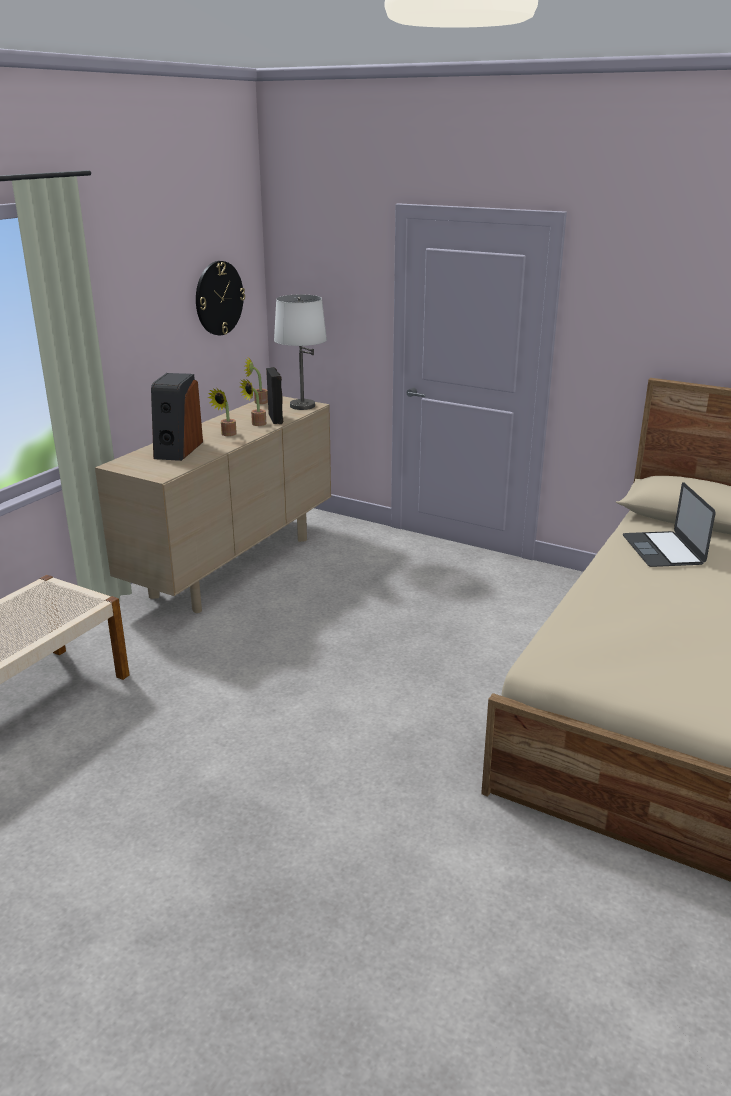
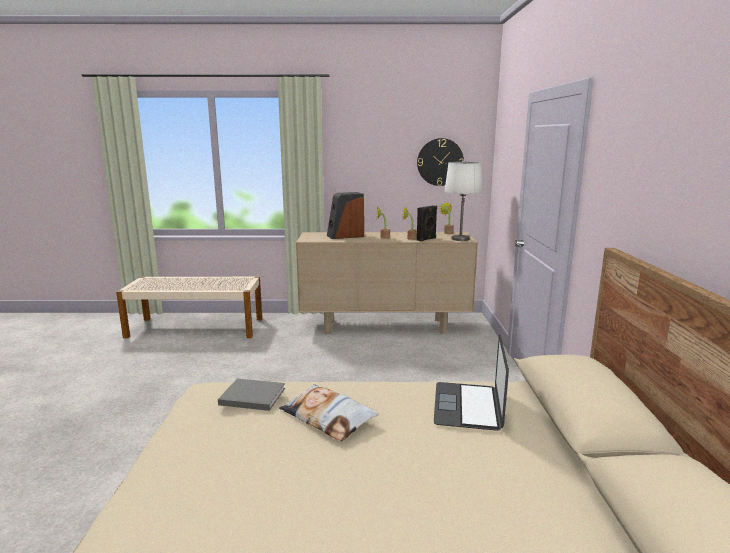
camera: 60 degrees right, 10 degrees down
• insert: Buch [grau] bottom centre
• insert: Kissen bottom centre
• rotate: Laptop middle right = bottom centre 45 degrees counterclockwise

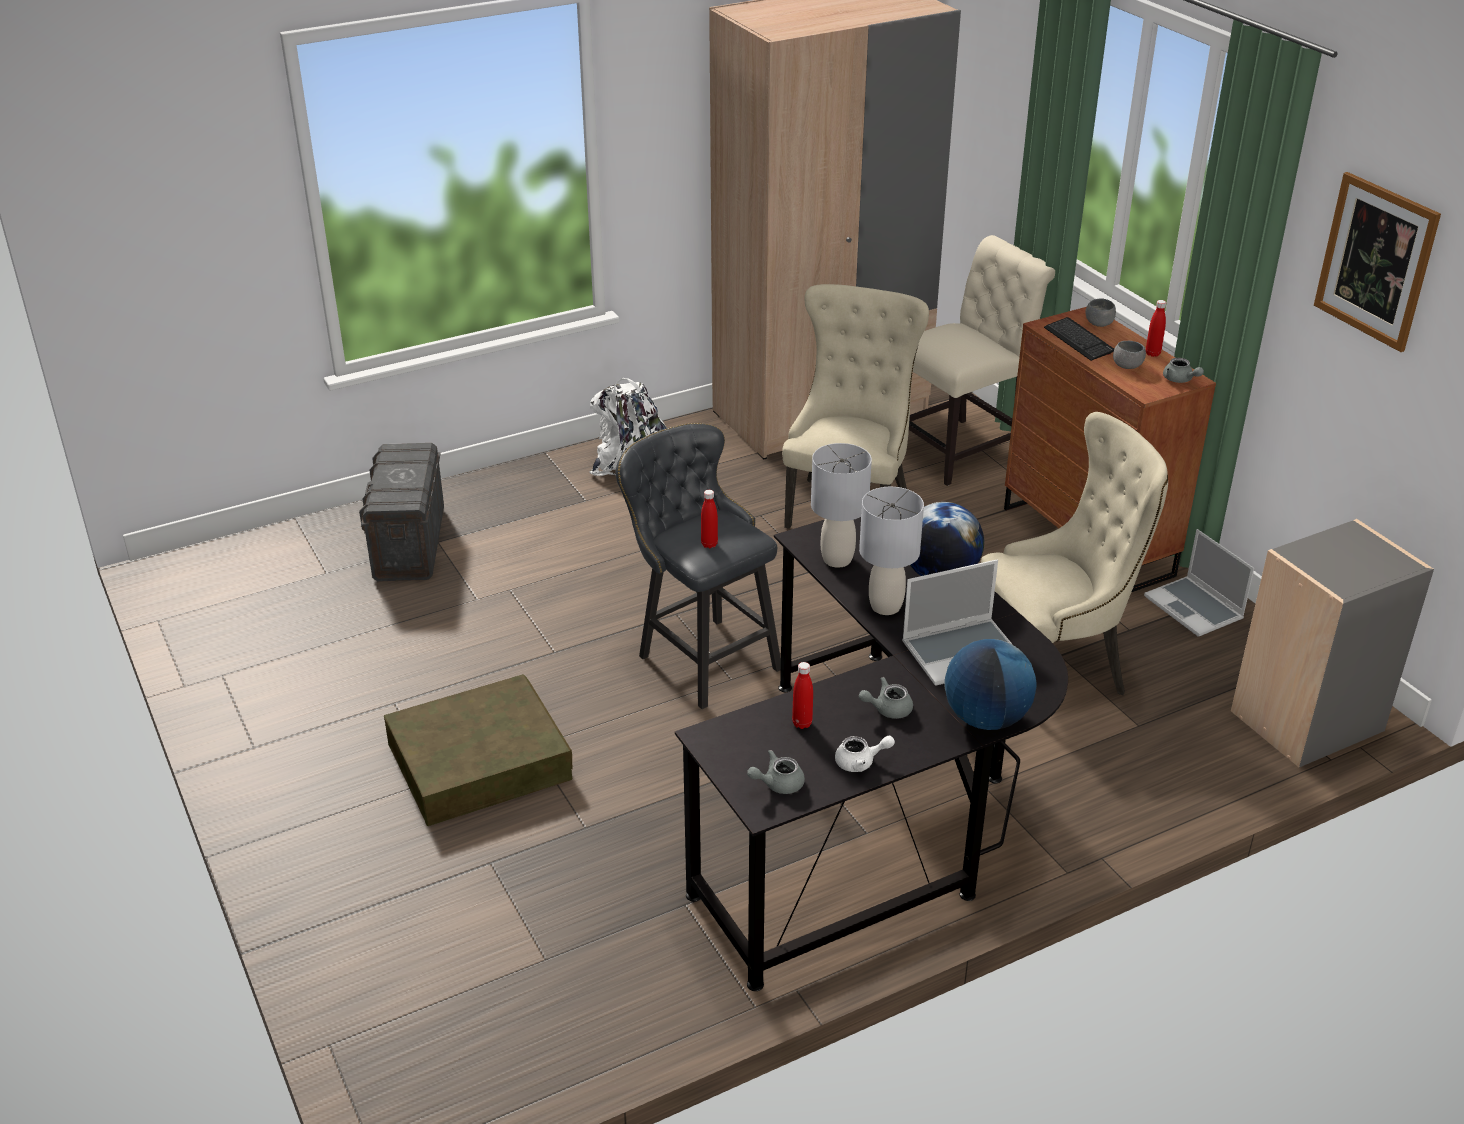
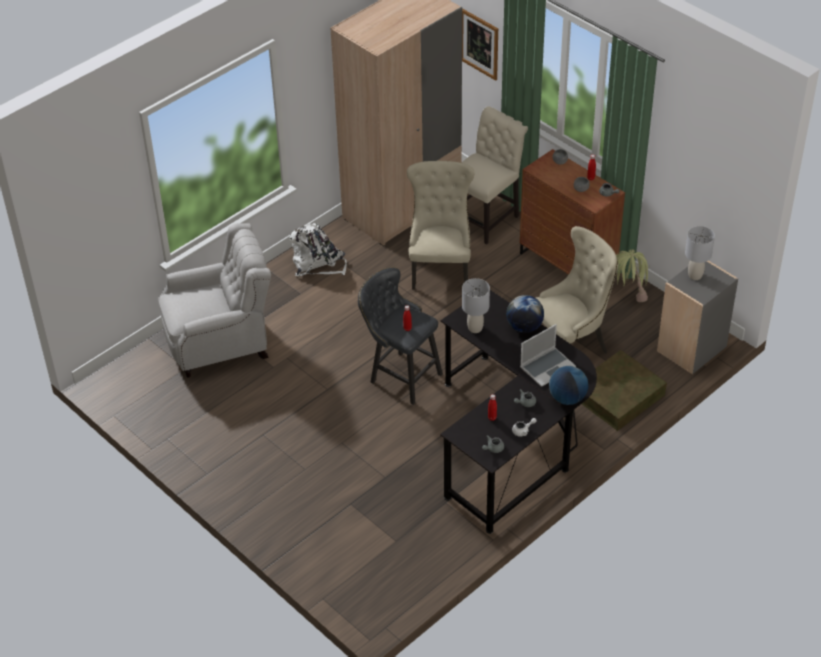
camera: 15 degrees left, 10 degrees up
• replace: Aufbewahrungsbox [grau] middle left to Sessel [weiß] middle left
• move: Bild top right to top centre
• move: Aufbewahrungsbox [braun] bottom left to middle right
• replace: Laptop (2nd from left) middle right to Topfpflanze middle right
• move: Tischlampe [grau] (2nd from left) centre to middle right
• delete: Tastatur top right

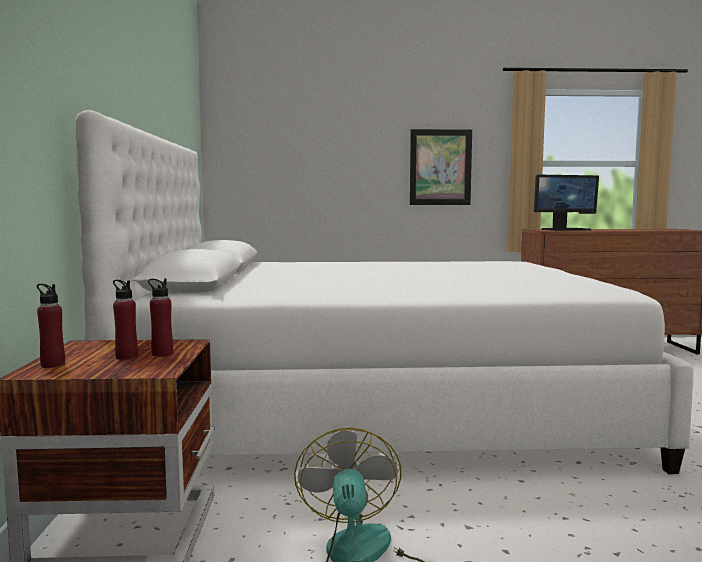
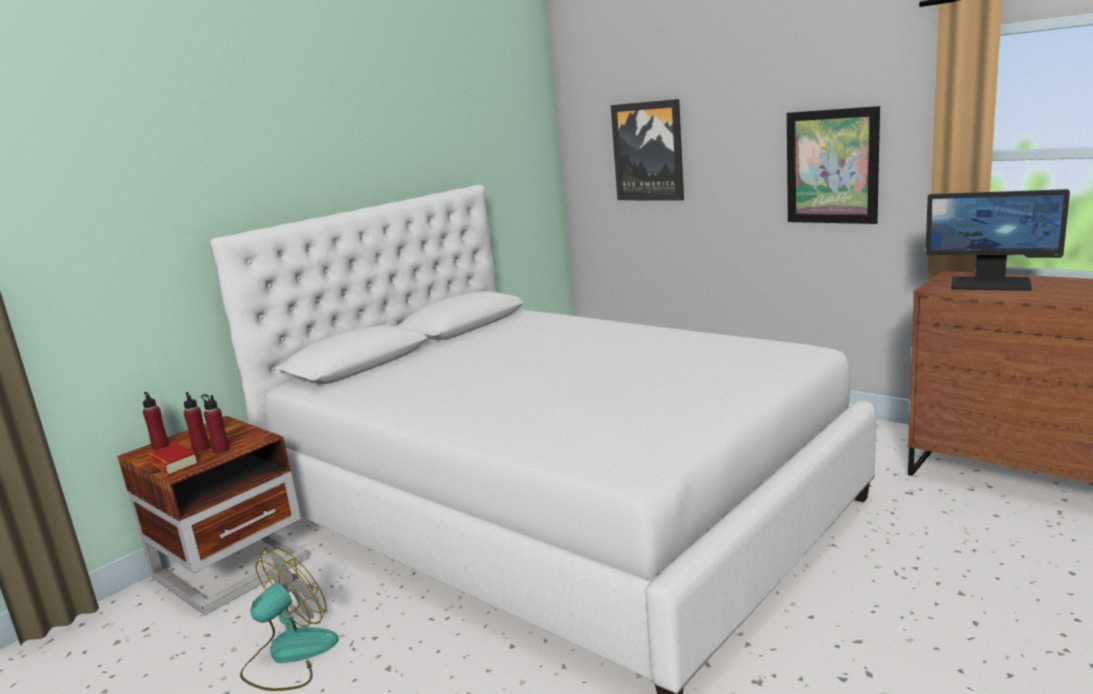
camera: 45 degrees right, 10 degrees up
• insert: Buch middle left
• insert: Bild (1st from left) top centre

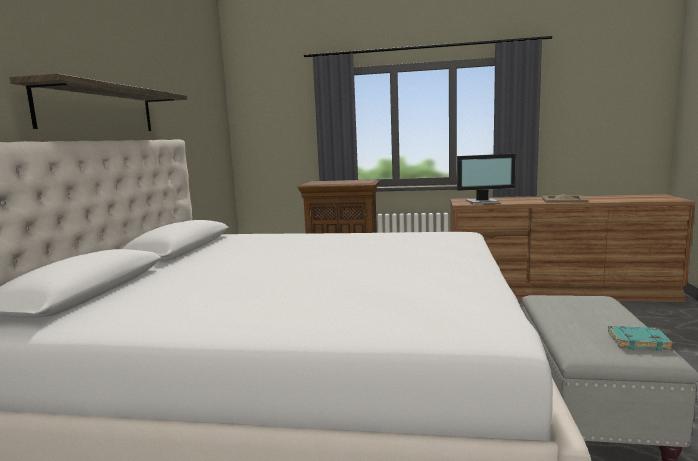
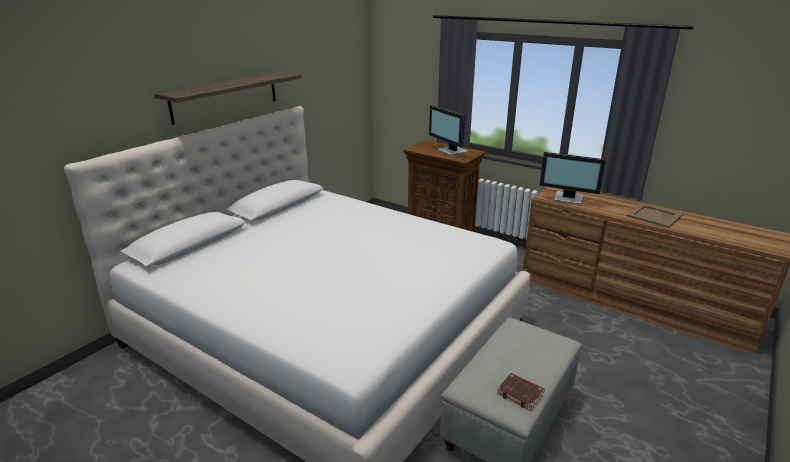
camera: 25 degrees right, 15 degrees up
• insert: Monitor (1st from left) top centre
• recolor: Buch [türkis] bottom right to Buch [braun] bottom centre

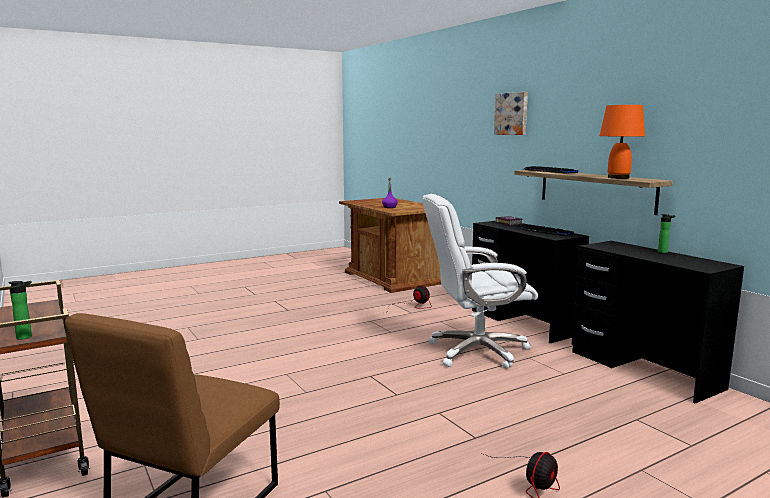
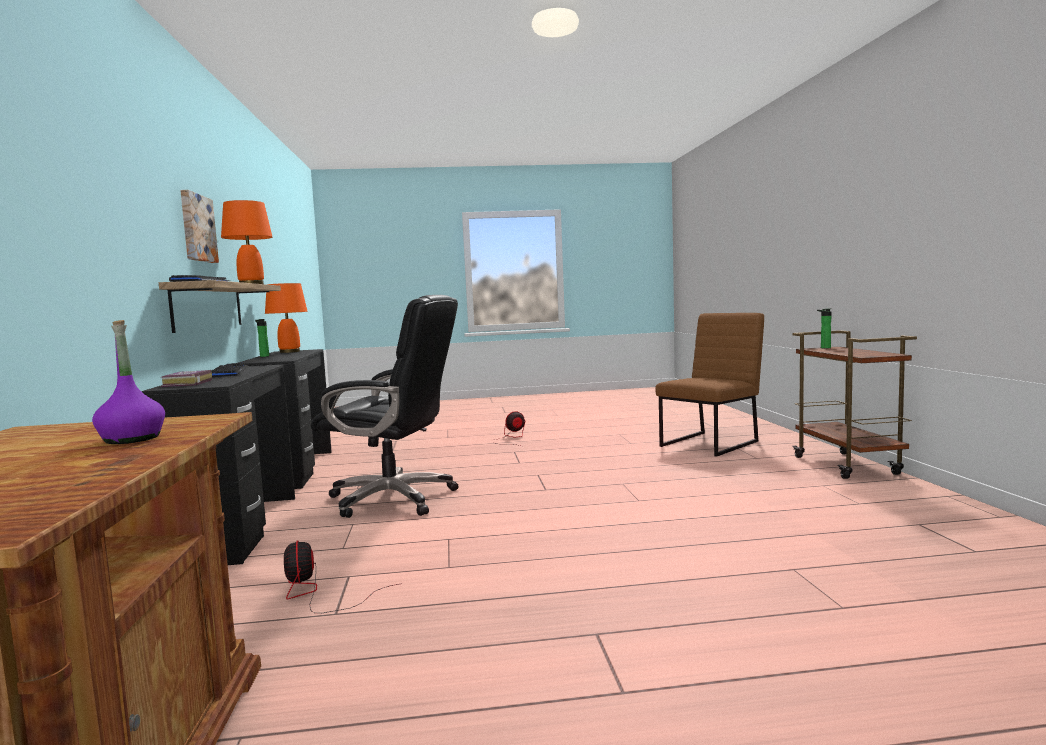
camera: 155 degrees left, 5 degrees down
• move: Bild top centre to top left
• insert: Tischlampe [orange] (2nd from left) middle left
• recolor: Bürostuhl [weiß] centre to Bürostuhl [schwarz] centre

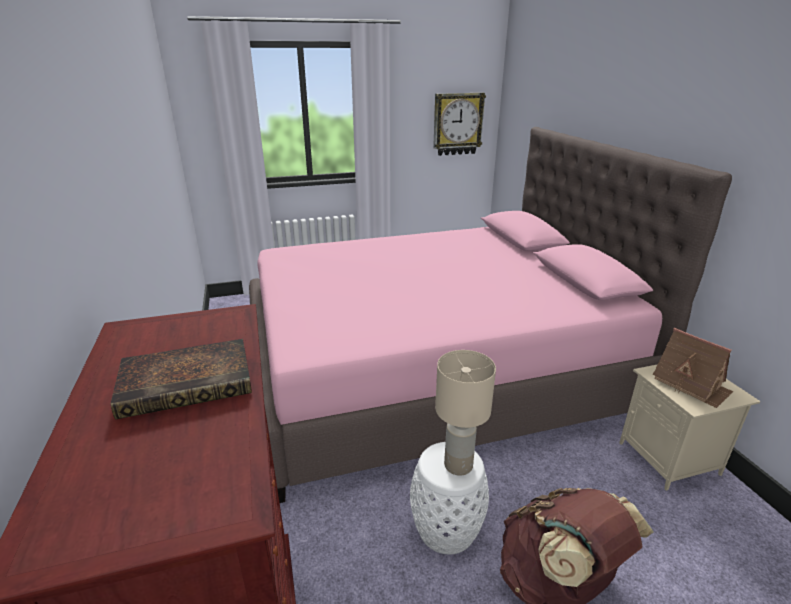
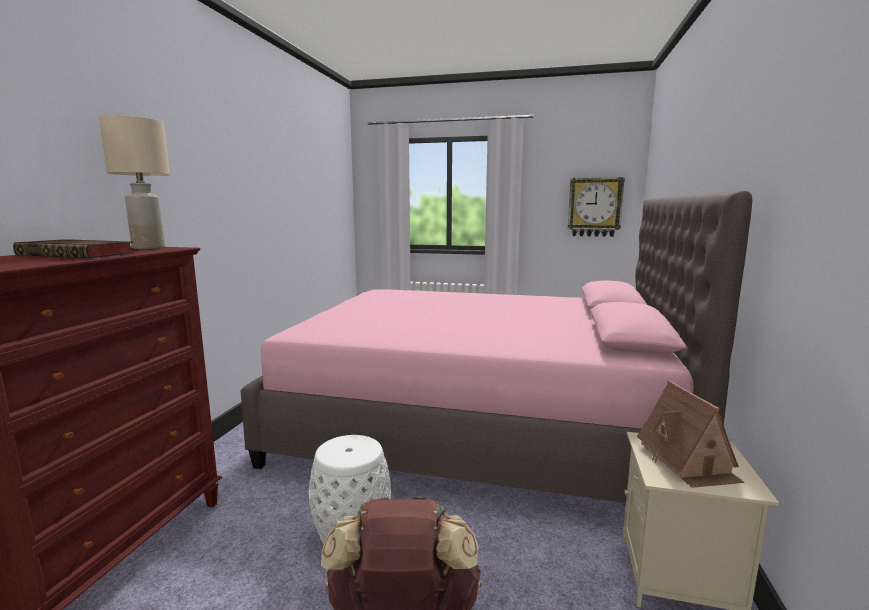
camera: 30 degrees right, 15 degrees down
• move: Tischlampe [beige] bottom centre to top left

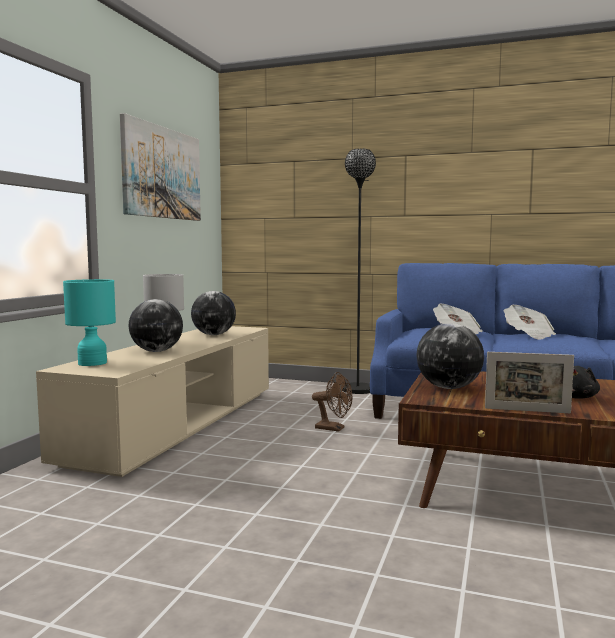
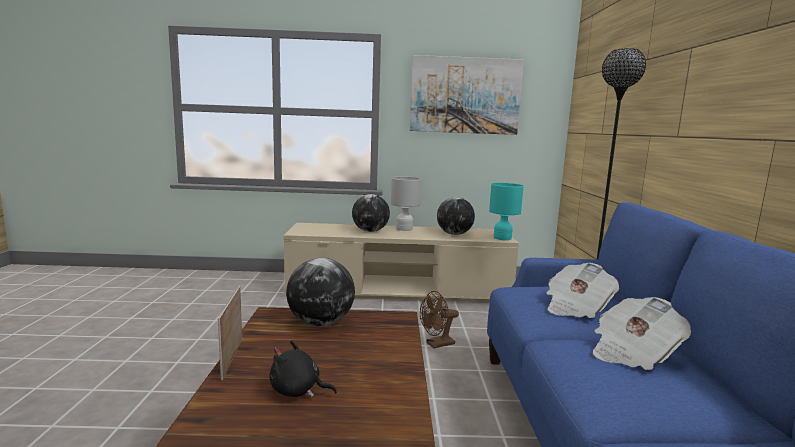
camera: 70 degrees right, 5 degrees up
• rotate: Ventilator [braun] centre = bottom centre 60 degrees clockwise
• move: Tischlampe [türkis] middle left to centre

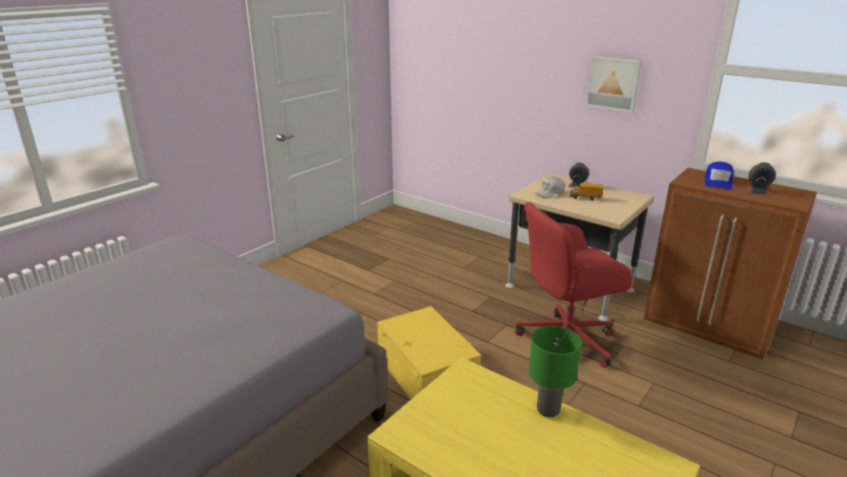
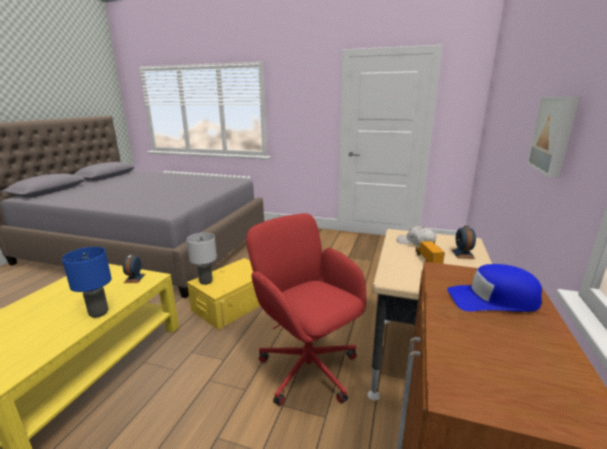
camera: 70 degrees right, 5 degrees down
• recolor: Tischlampe [grün] bottom centre to Tischlampe [blau] middle left
• move: Wecker (2nd from left in the first image) middle right to Wecker (1st from left) middle left
• insert: Tischlampe [weiß] middle left

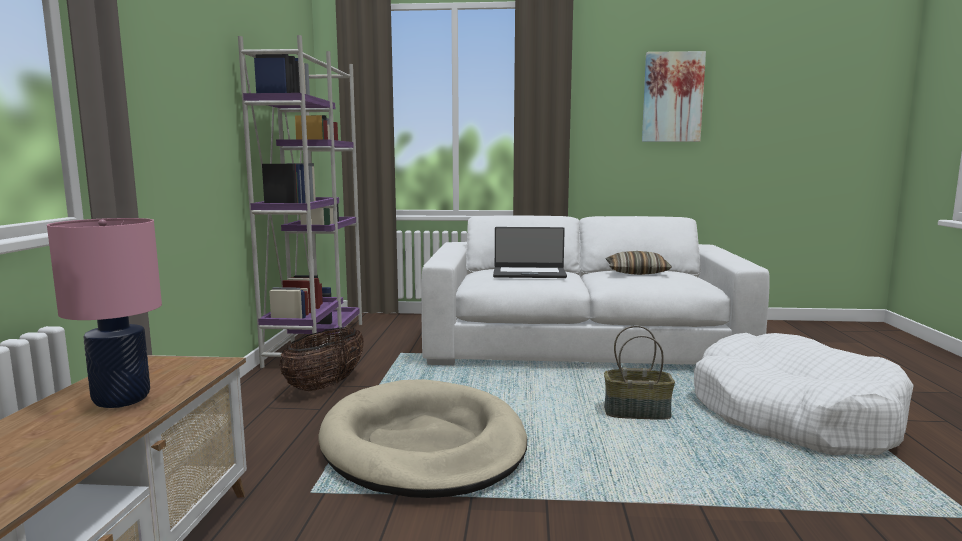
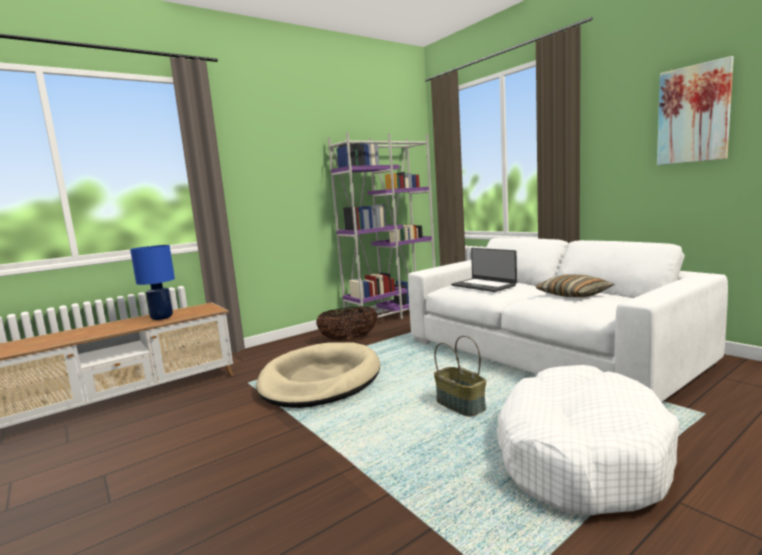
camera: 50 degrees right, 0 degrees up
• recolor: Tischlampe [rosa] middle left to Tischlampe [blau] middle left

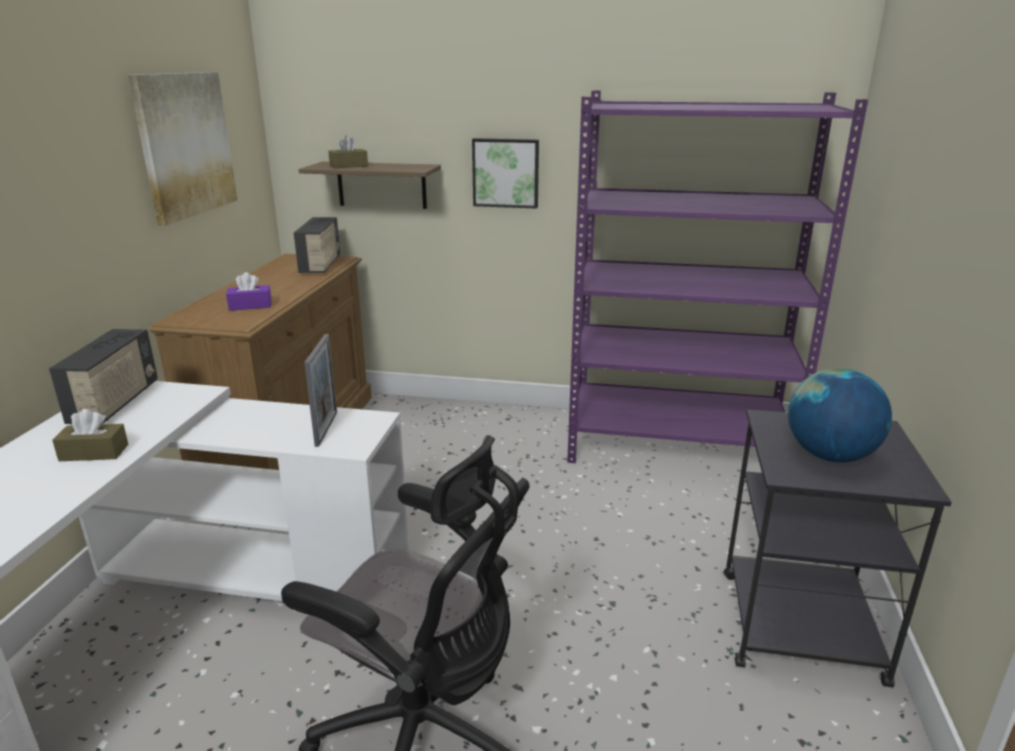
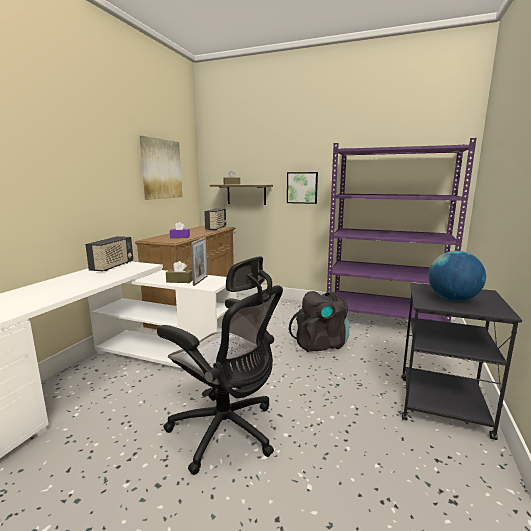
camera: 10 degrees right, 10 degrees down
• move: Taschentuchbox [braun] (1st from left) middle left to centre
• insert: Rucksack [schwarz] centre

